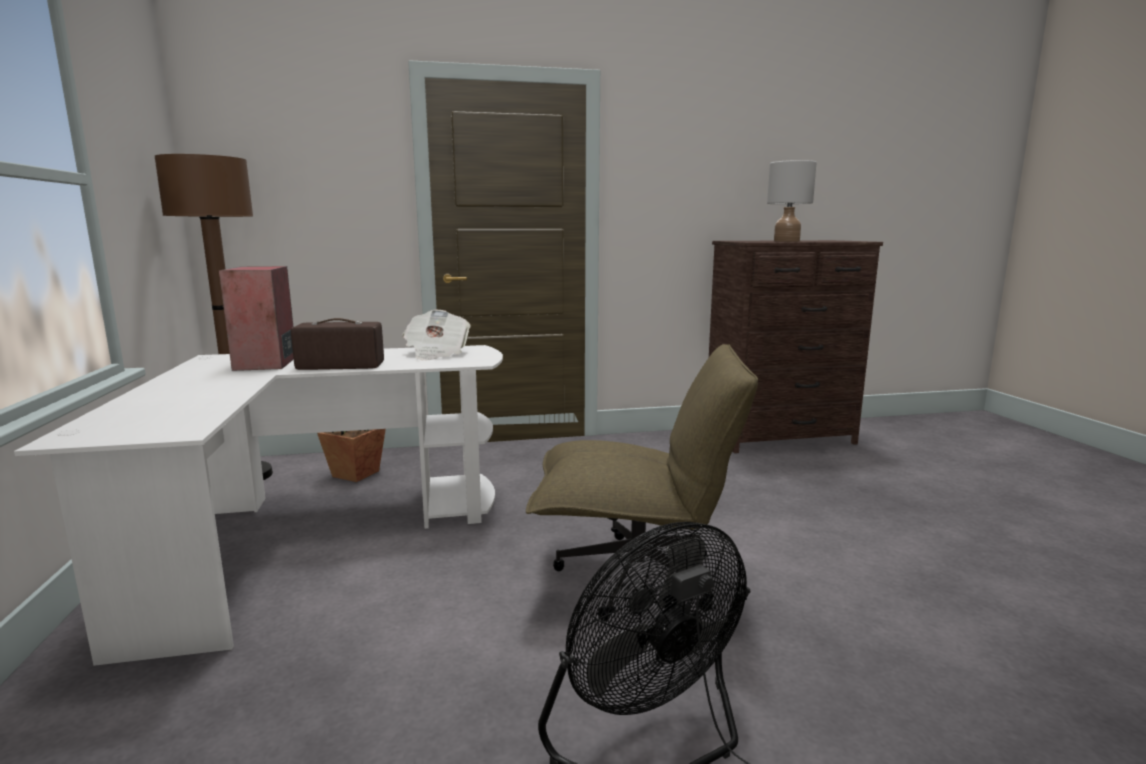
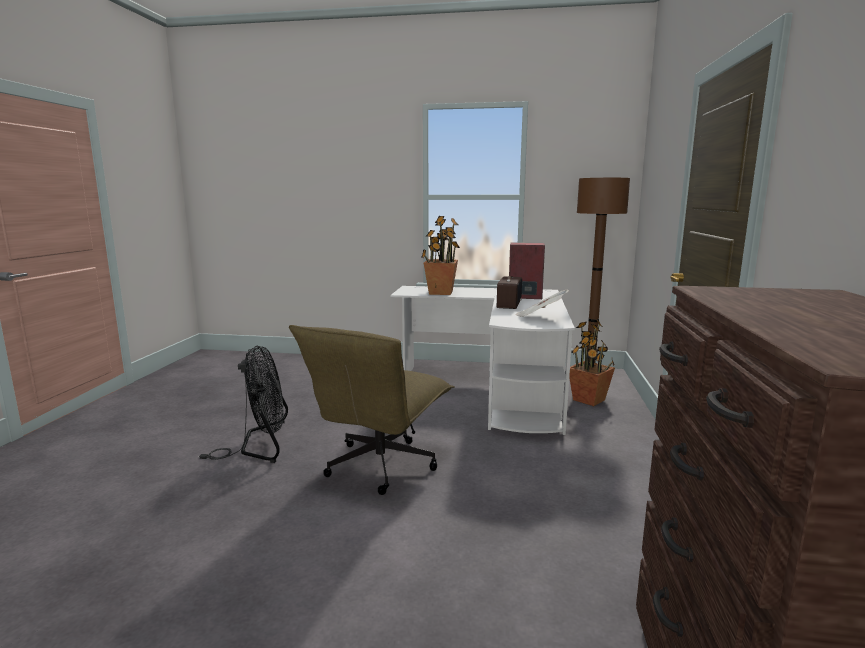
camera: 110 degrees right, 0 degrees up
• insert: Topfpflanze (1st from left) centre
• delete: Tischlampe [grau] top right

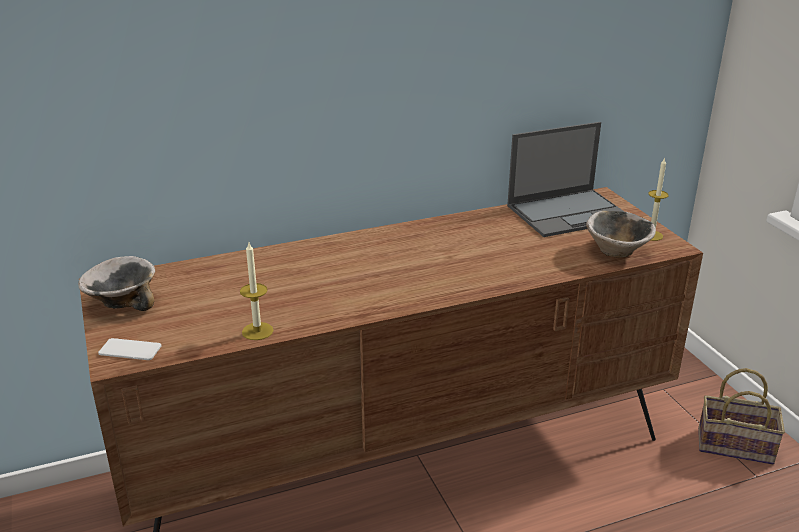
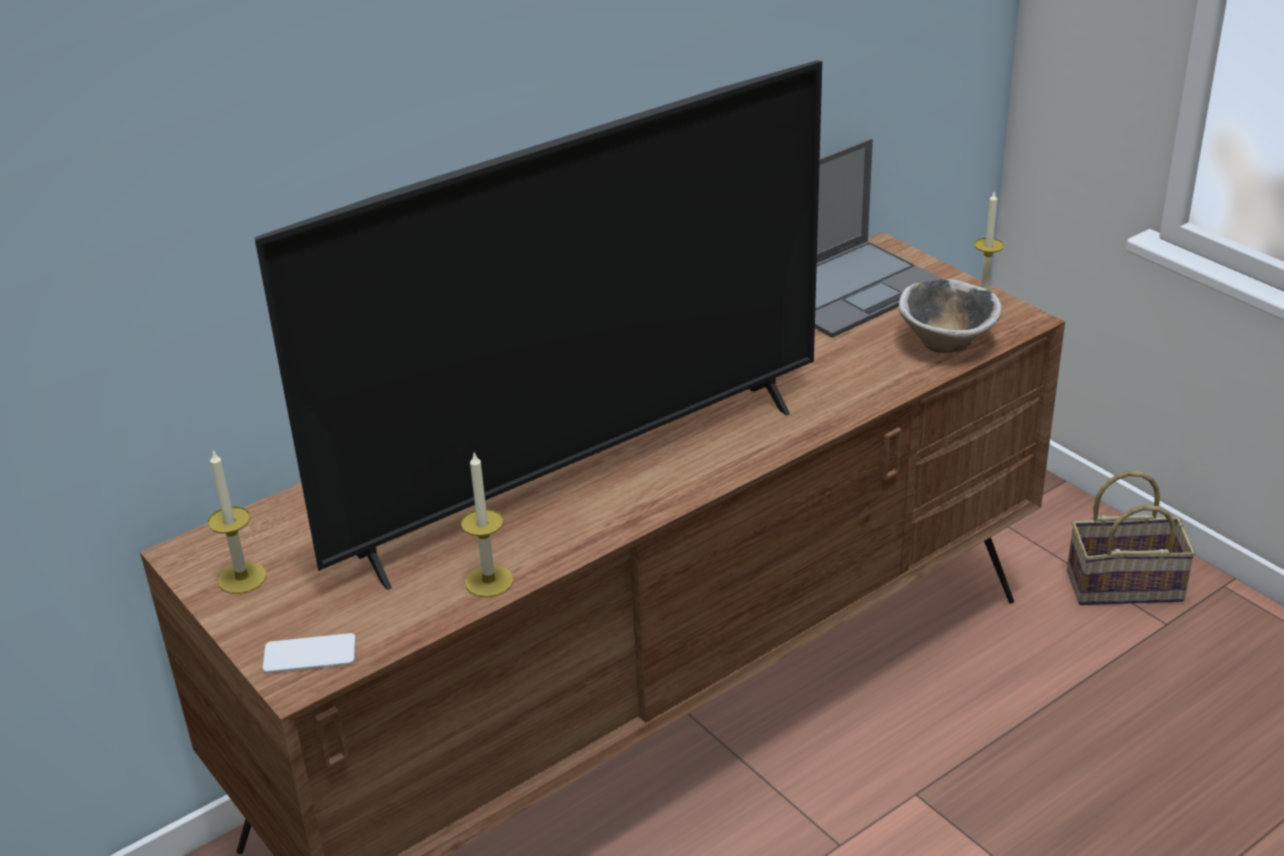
camera: 15 degrees left, 5 degrees up
• replace: Schüssel (1st from left) middle left to Kerze (1st from left) middle left
• insert: Fernseher centre

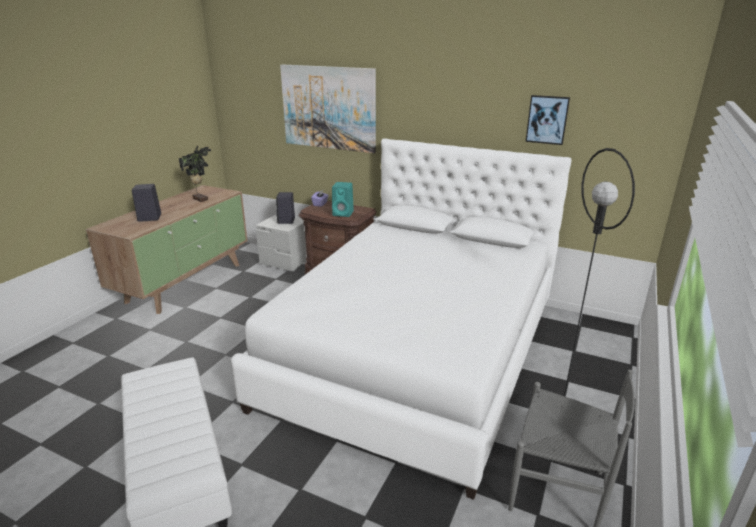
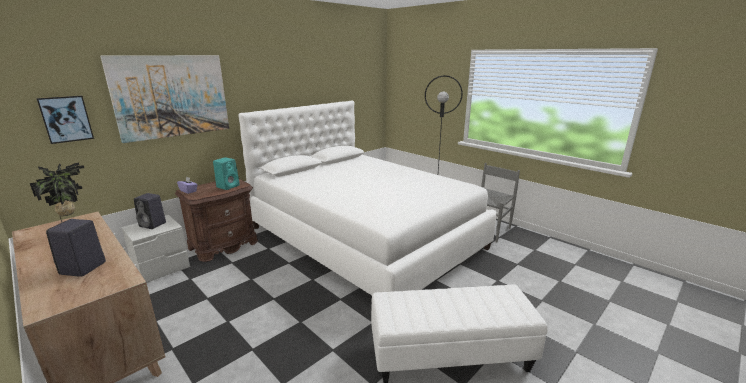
camera: 70 degrees left, 5 degrees down
• move: Bild (2nd from left in the first image) top right to Bild (1st from left) top left

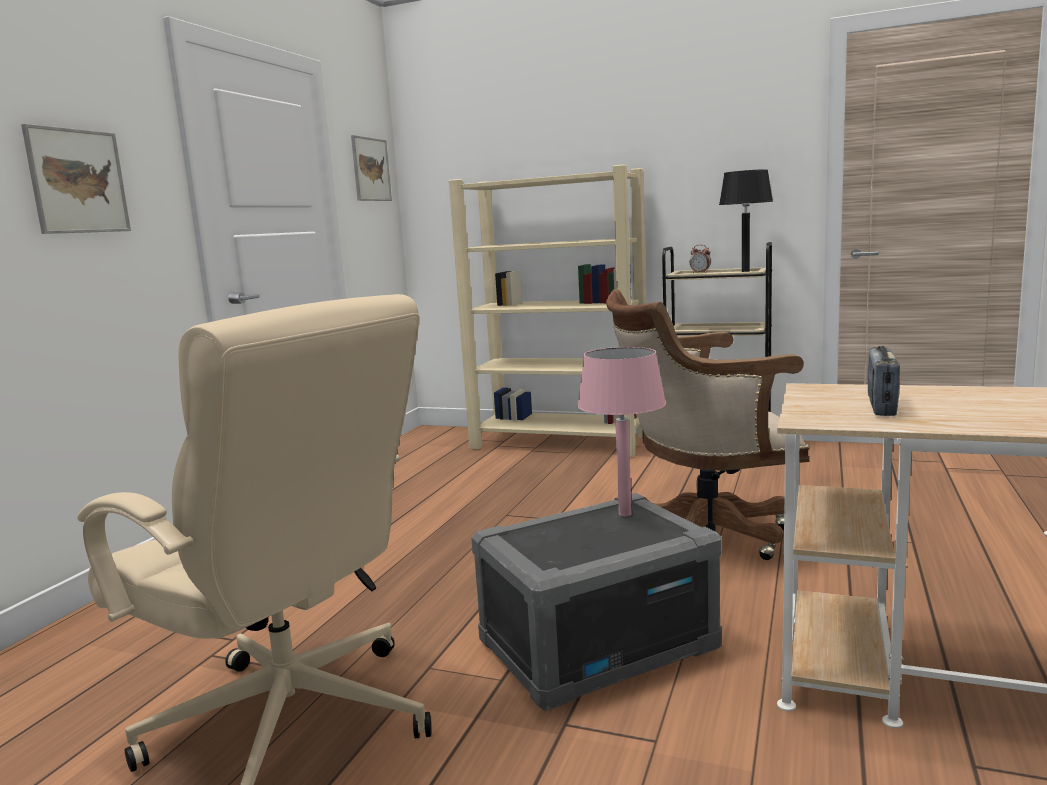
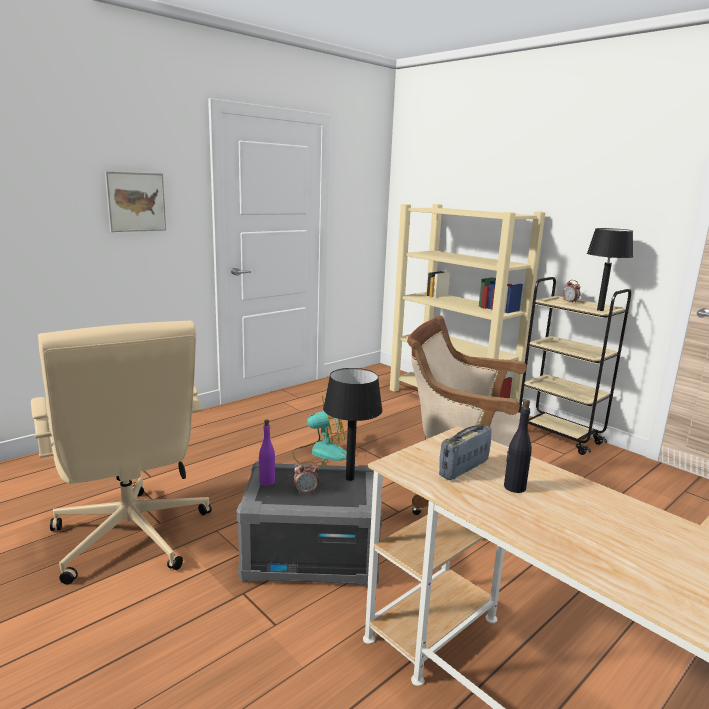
camera: 25 degrees right, 5 degrees up
• insert: Flasche [lila] centre
• insert: Ventilator centre
• insert: Wecker (1st from left) bottom centre
• recolor: Tischlampe [rosa] centre to Tischlampe [schwarz] (1st from left) centre
• insert: Flasche [schwarz] middle right
• delete: Bild (2nd from left) top centre

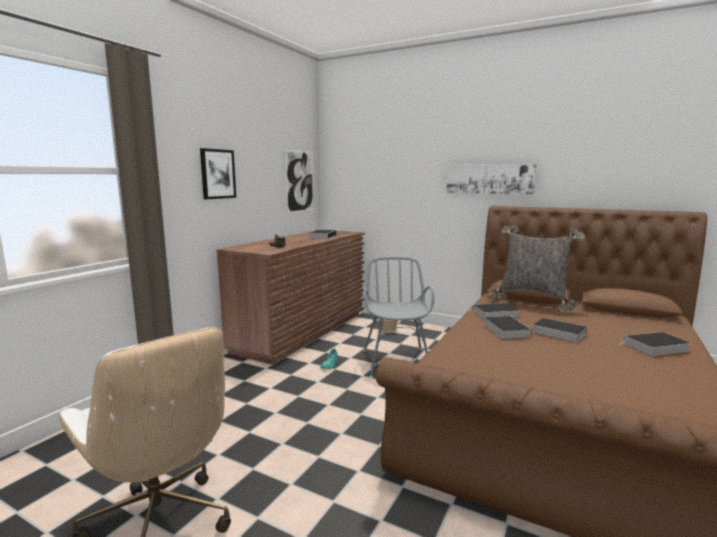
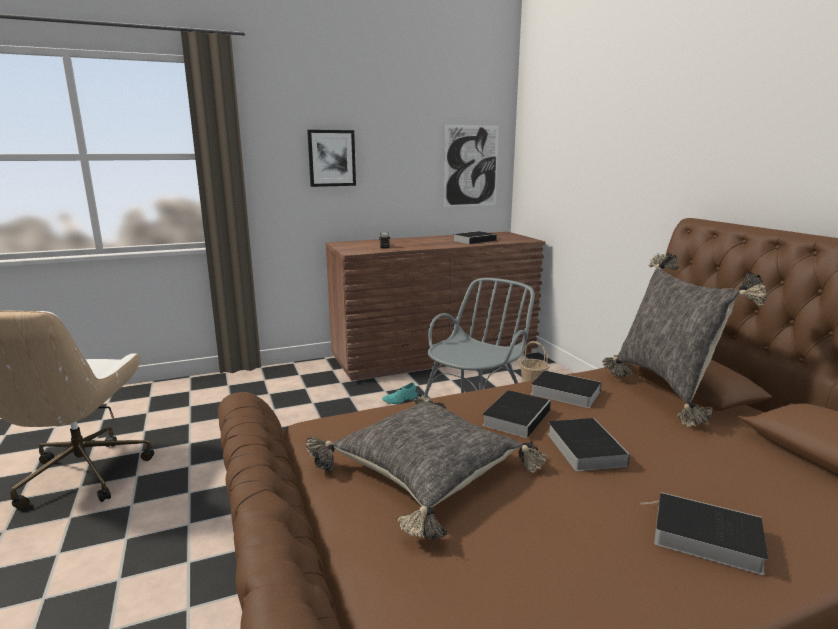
camera: 40 degrees right, 5 degrees up
• insert: Kissen (1st from left) bottom centre
• delete: Bild (3rd from left) middle right

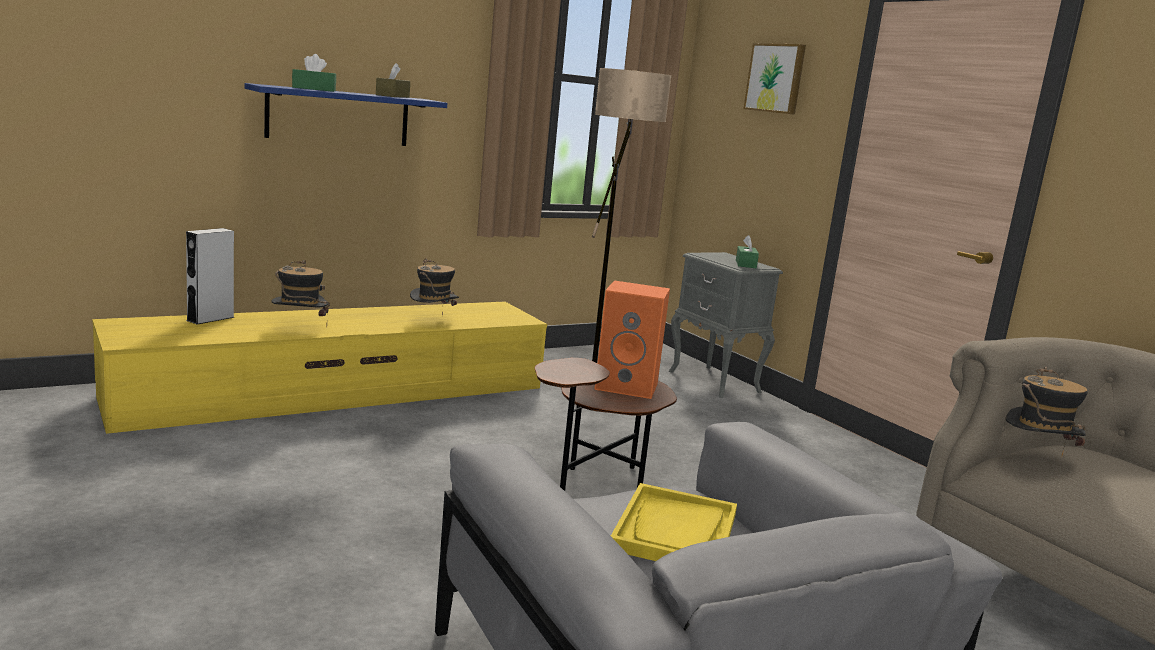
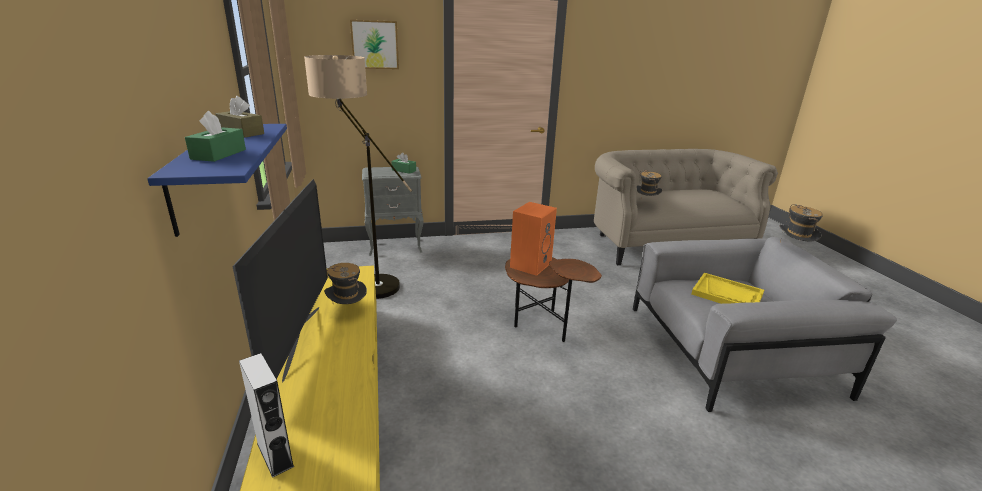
camera: 70 degrees left, 10 degrees up
• insert: Fernseher middle left
• move: Hut (1st from left in the first image) middle left to Hut (3rd from left) middle right

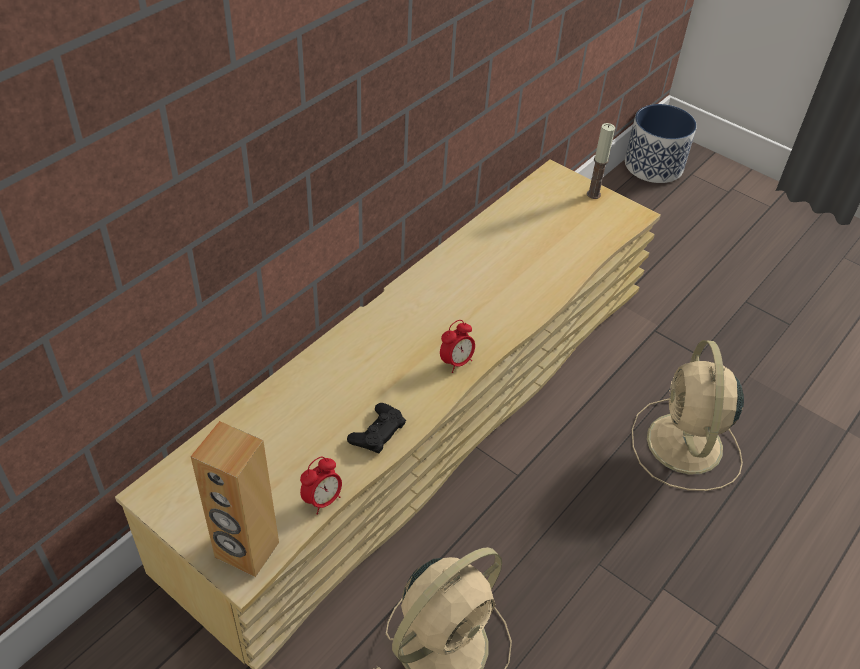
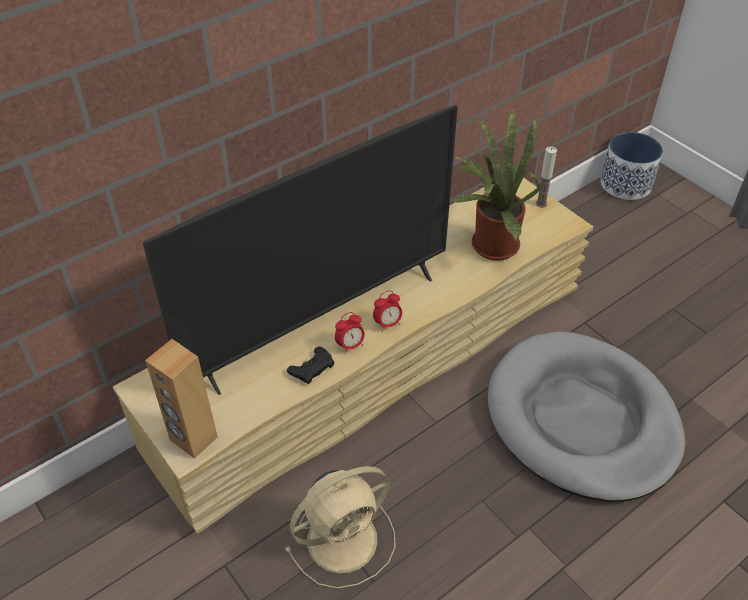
camera: 15 degrees right, 0 degrees up
• insert: Fernseher centre
• move: Wecker (1st from left) bottom centre to centre
• insert: Topfpflanze top centre
• replace: Ventilator [beige] (2nd from left) middle right to Hundebett [grau] bottom right

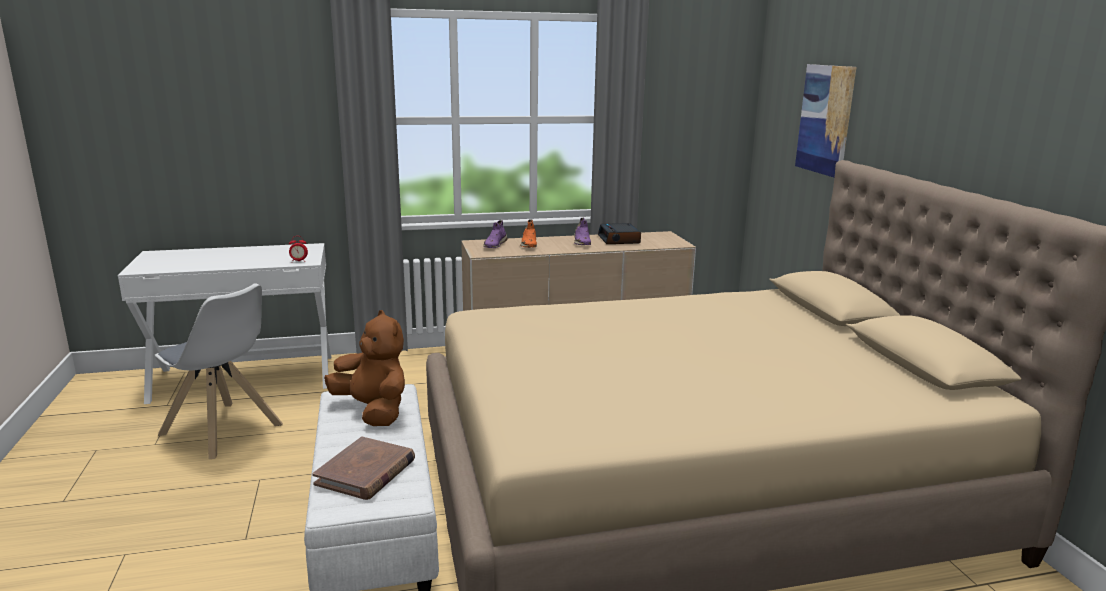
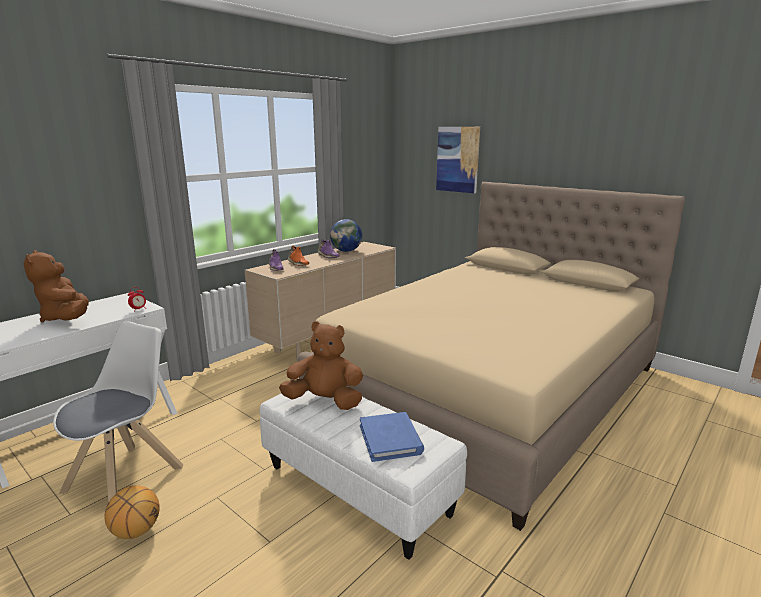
camera: 35 degrees left, 0 degrees up
• insert: Plüschtier [braun] (1st from left) middle left
• rotate: Stuhl middle left = bottom left 60 degrees counterclockwise
• insert: Basketball bottom left
• replace: Wecker (2nd from left) centre to Globus centre
• recolor: Buch [braun] bottom left to Buch [blau] bottom centre

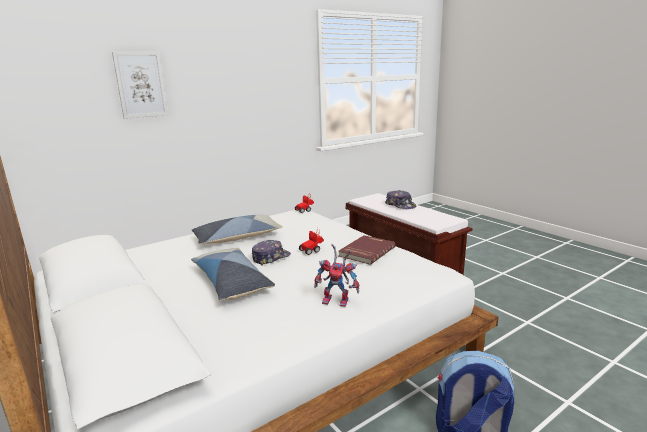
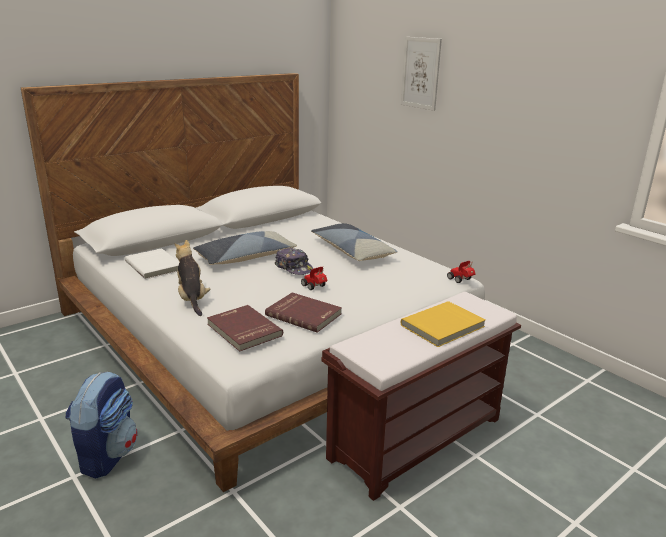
camera: 85 degrees right, 5 degrees up
• insert: Buch [weiß] middle left
• replace: Spielzeugroboter centre to Plüschtier middle left
• insert: Buch [rot] (1st from left) centre
• replace: Kappe (2nd from left) centre to Buch [gelb] centre

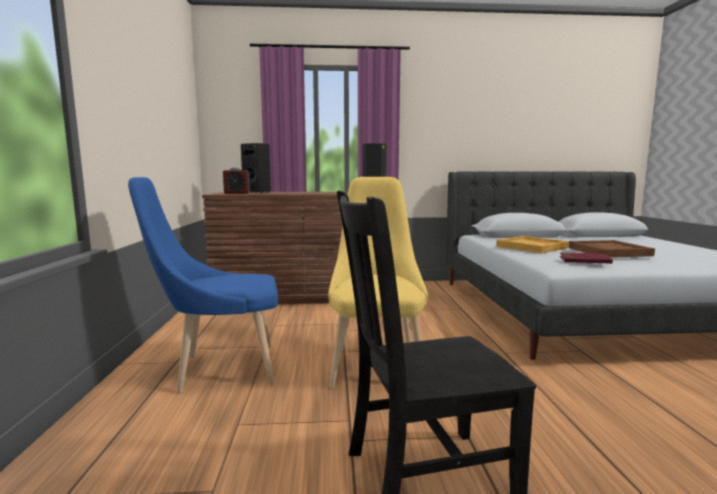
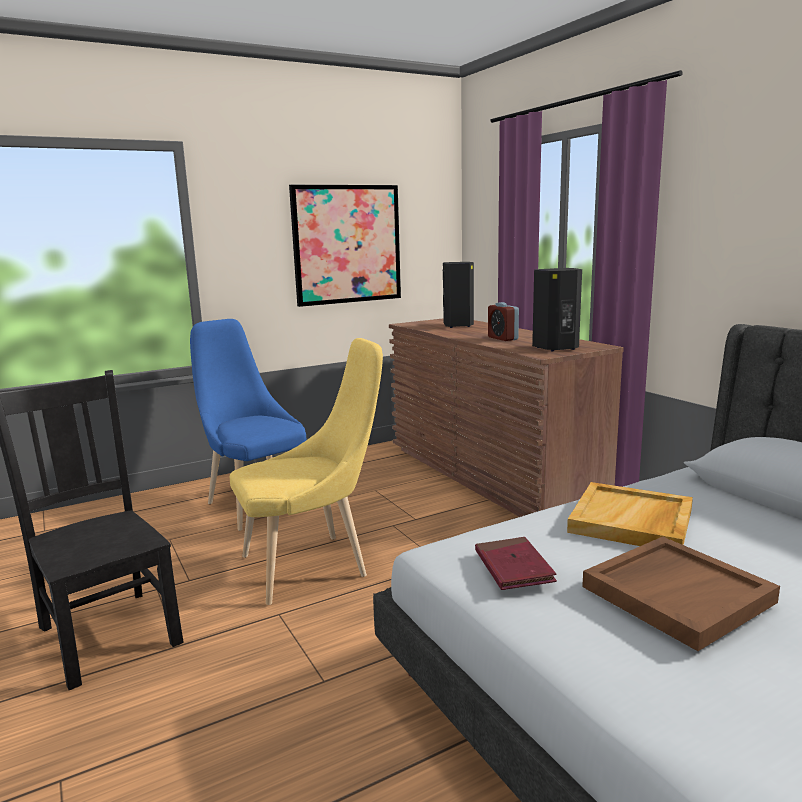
camera: 65 degrees right, 5 degrees up
• insert: Bild top centre
• move: Wecker middle left to centre

